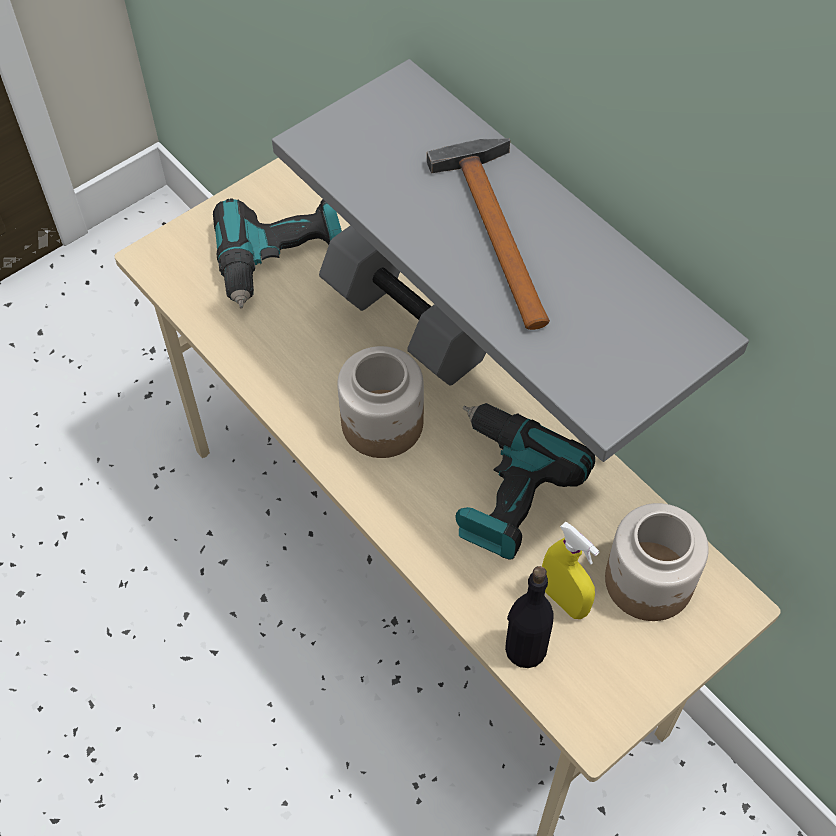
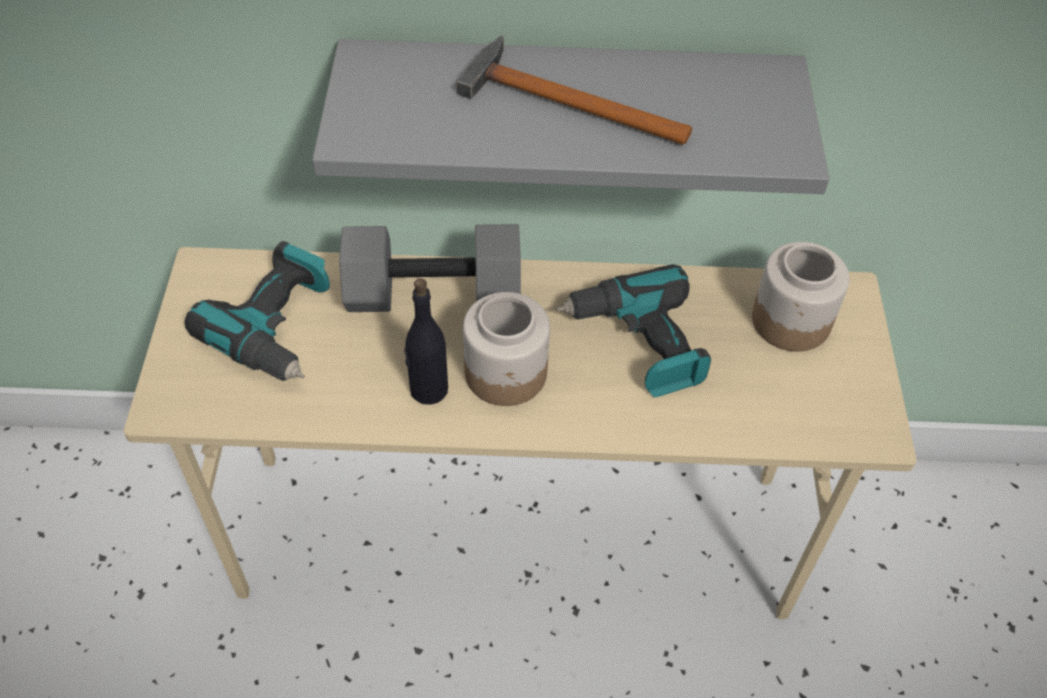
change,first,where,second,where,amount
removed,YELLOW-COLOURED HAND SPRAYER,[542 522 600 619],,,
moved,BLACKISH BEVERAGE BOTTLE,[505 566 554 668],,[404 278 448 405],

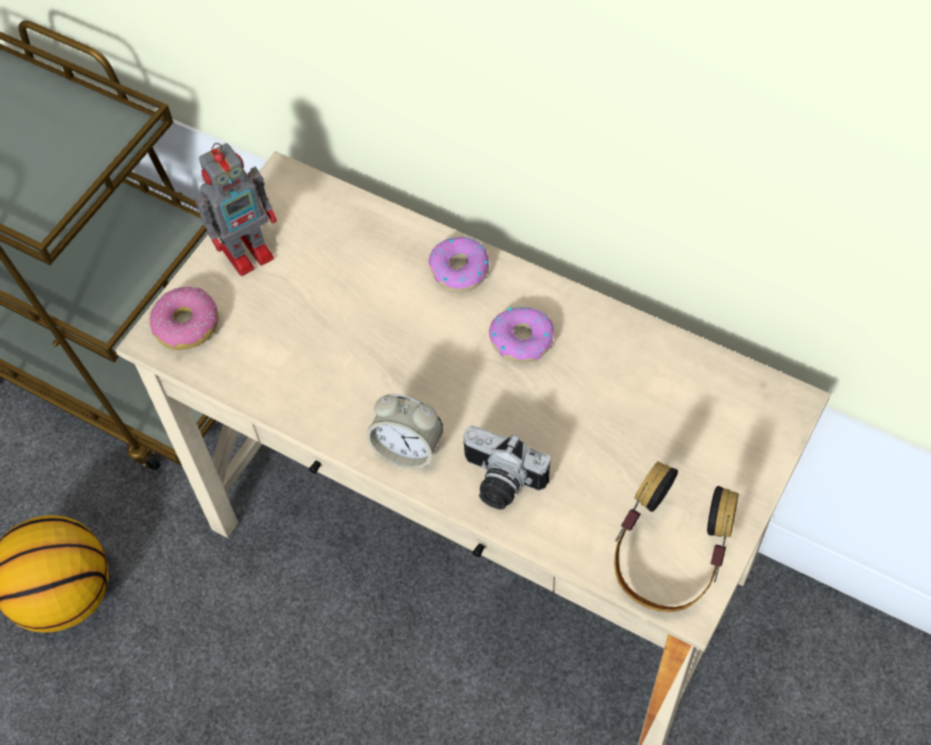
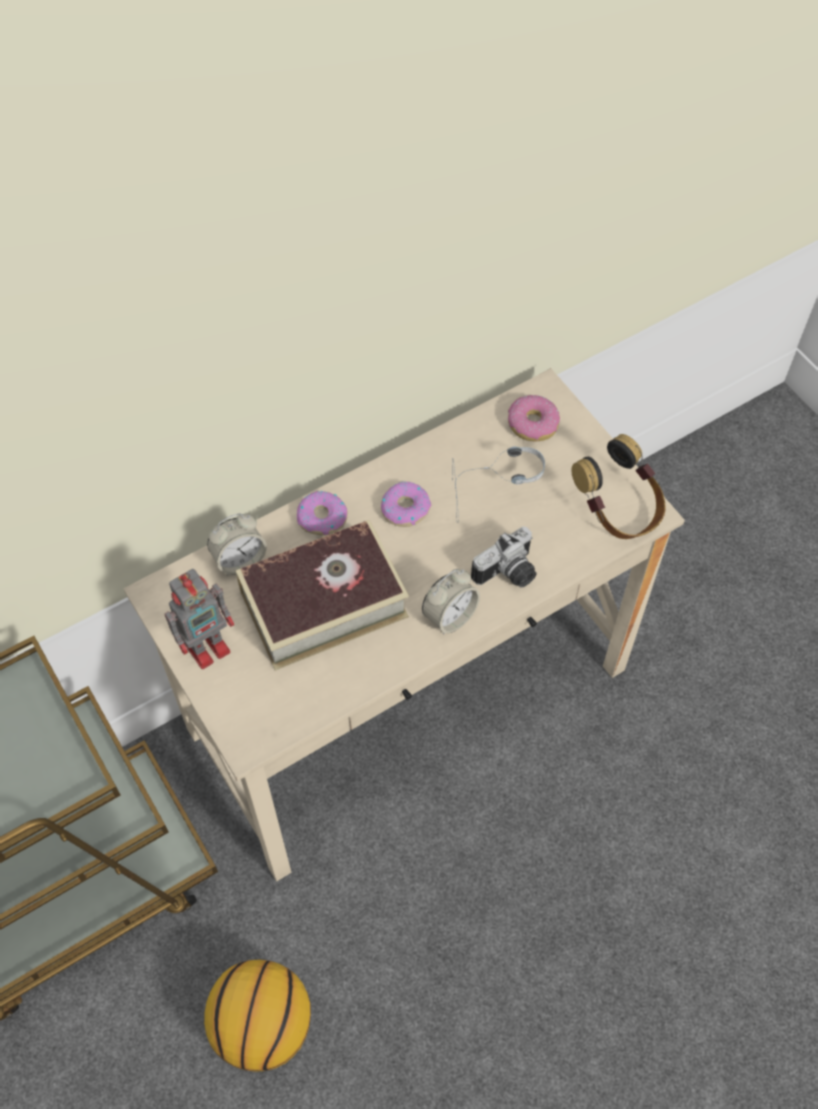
change,first,where,second,where,amount
turned,MODEL ROBOT,[195 143 277 276],,[165 569 234 669],60 degrees clockwise
moved,RING DOUGHNUT,[150 287 219 350],,[508 395 560 441],
added,,,PAIR OF HEADPHONES,[452 447 545 523],
added,,,TABLE CLOCK,[207 513 267 576],
added,,,BOUND BOOK,[235 520 409 671],

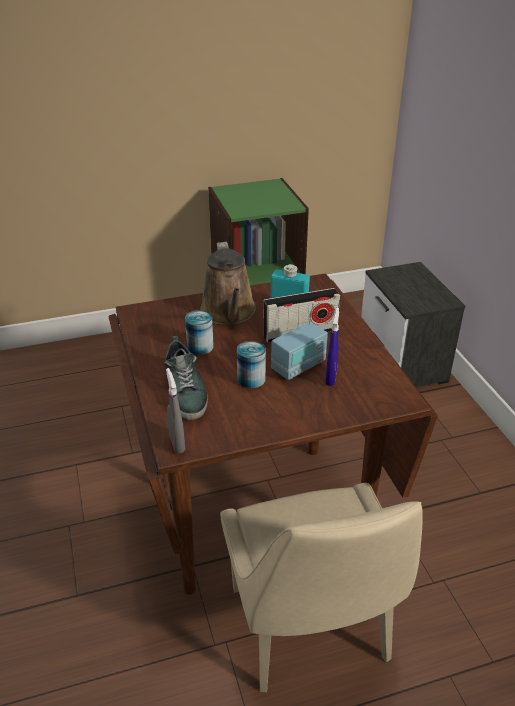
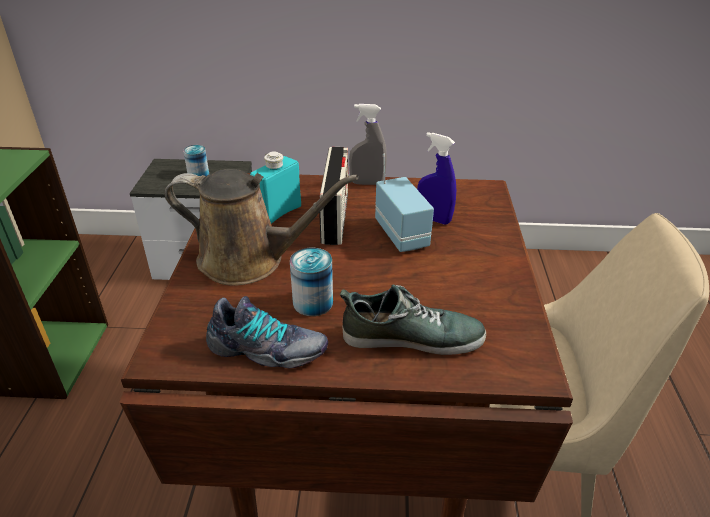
change,first,where,second,where,amount
moved,METAL CAN,[237 341 266 388],,[183 145 209 176],
moved,GREYISH HAND SPRAYER,[166 368 185 454],,[349 104 387 185],
added,,,SHOE,[206 296 328 368],

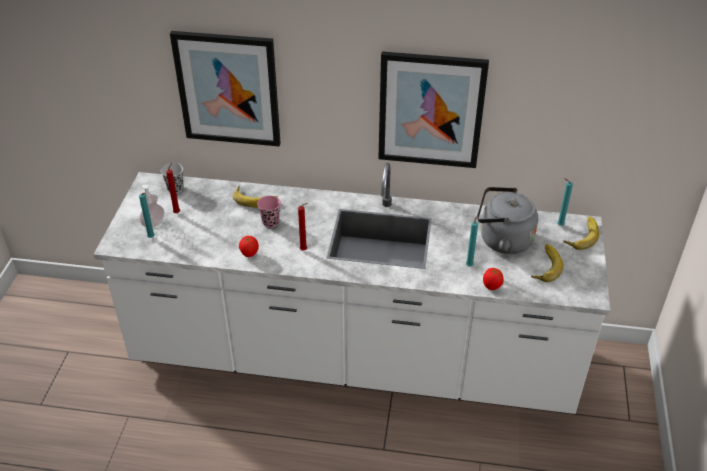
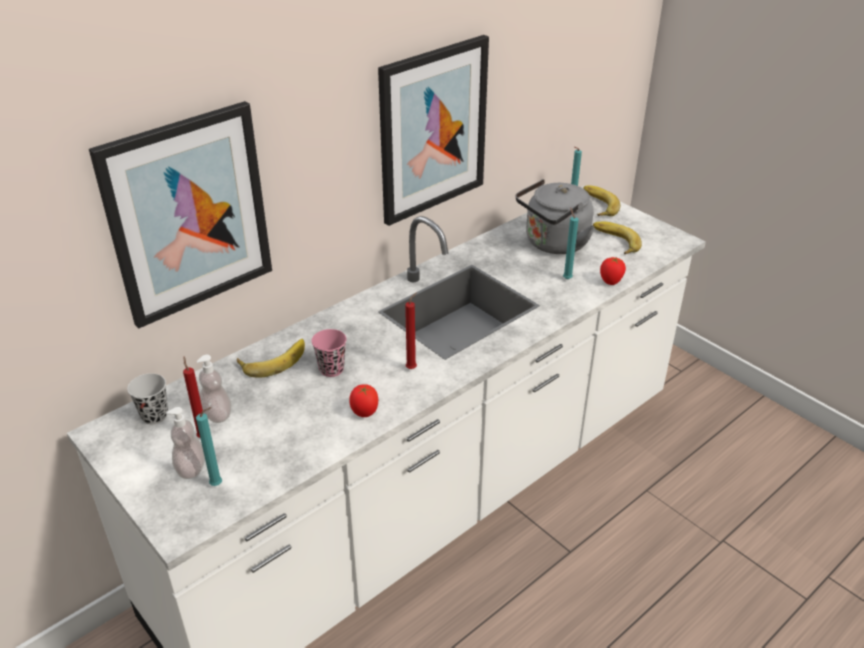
change,first,where,second,where,amount
added,,,LIQUID SOAP BOTTLE,[197 355 231 423],

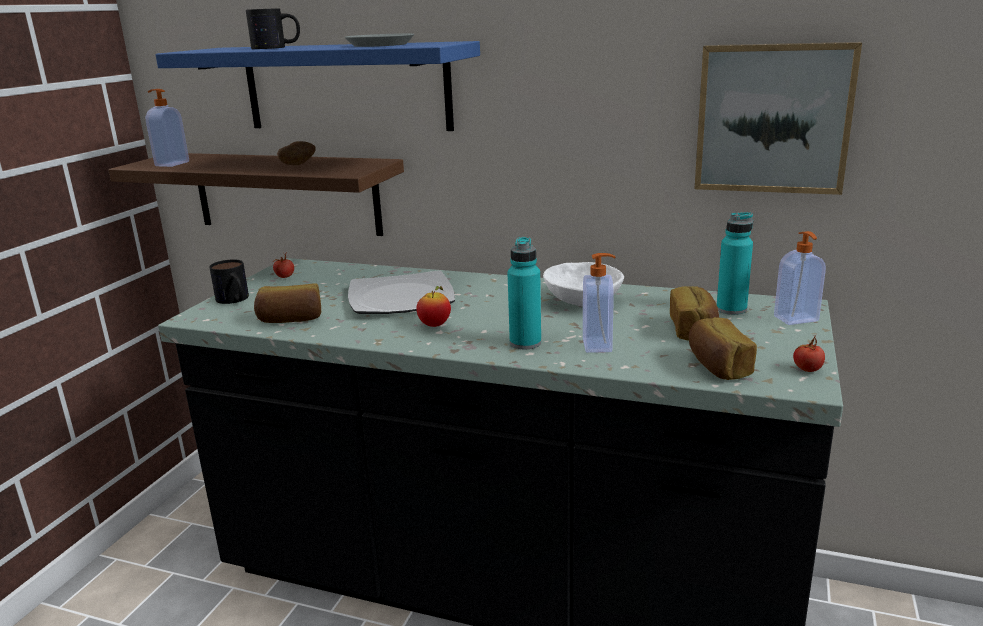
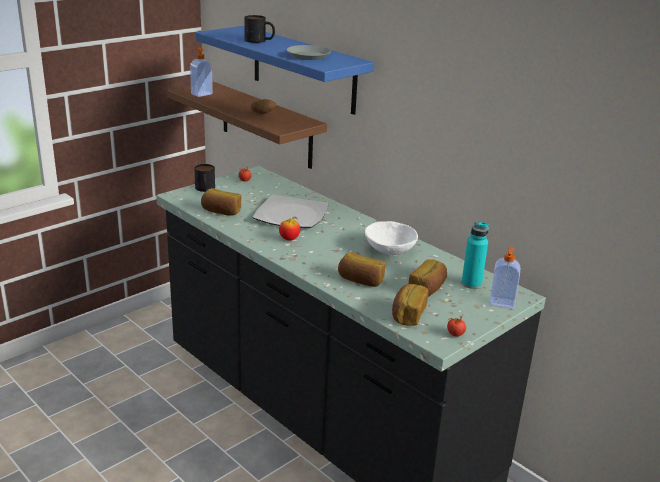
change,first,where,second,where,amount
removed,WALL PICTURE,[695 42 862 195],,,
removed,BLUE-GREEN BEVERAGE BOTTLE,[507 237 541 349],,,
replaced,LIQUID SOAP BOTTLE,[583 253 615 353],BAKED BREAD,[338 252 386 287],

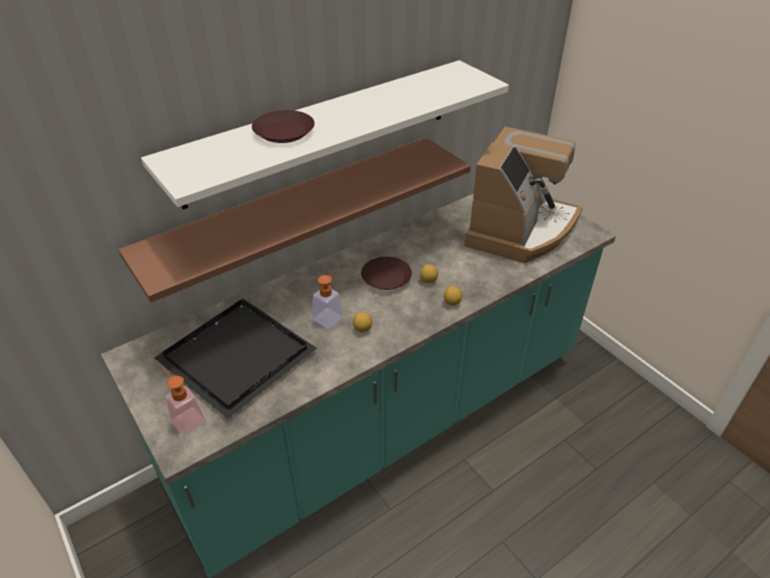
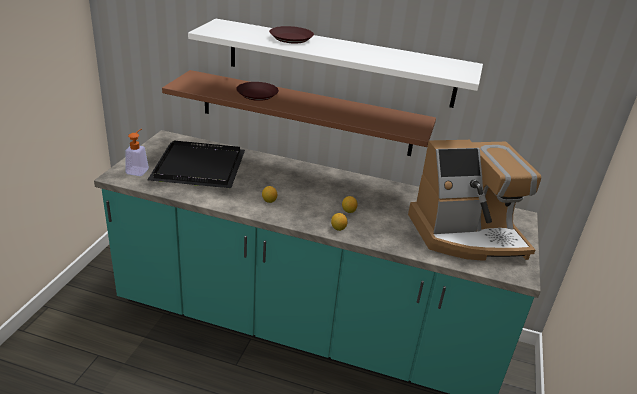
change,first,where,second,where,amount
moved,BROWN-COLOURED DINNER PLATE,[361 257 412 290],,[236 82 279 101],
removed,LIQUID SOAP BOTTLE,[312 268 343 329],,,

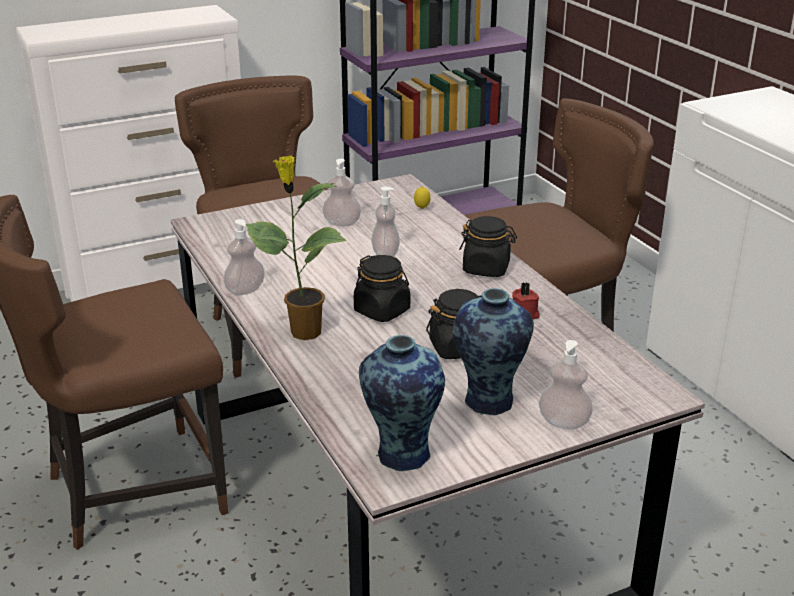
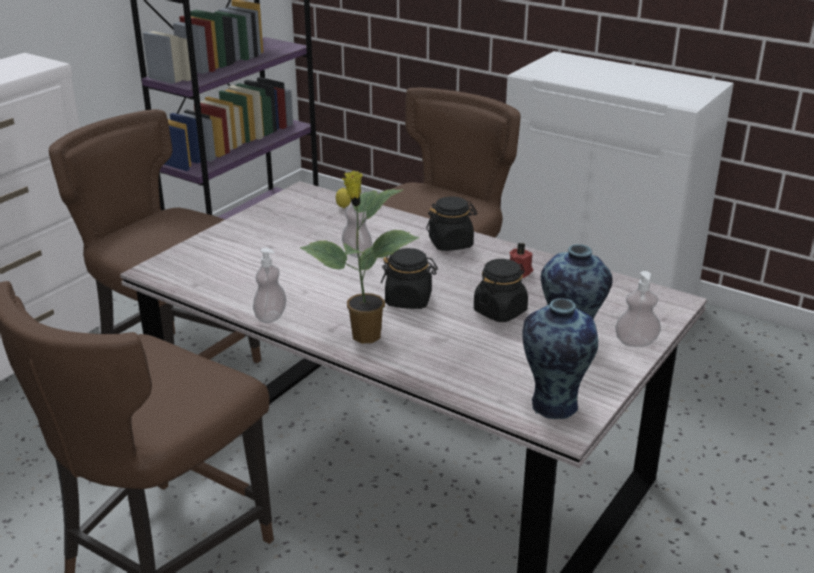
change,first,where,second,where,amount
removed,LIQUID SOAP BOTTLE,[322 159 361 226],,,

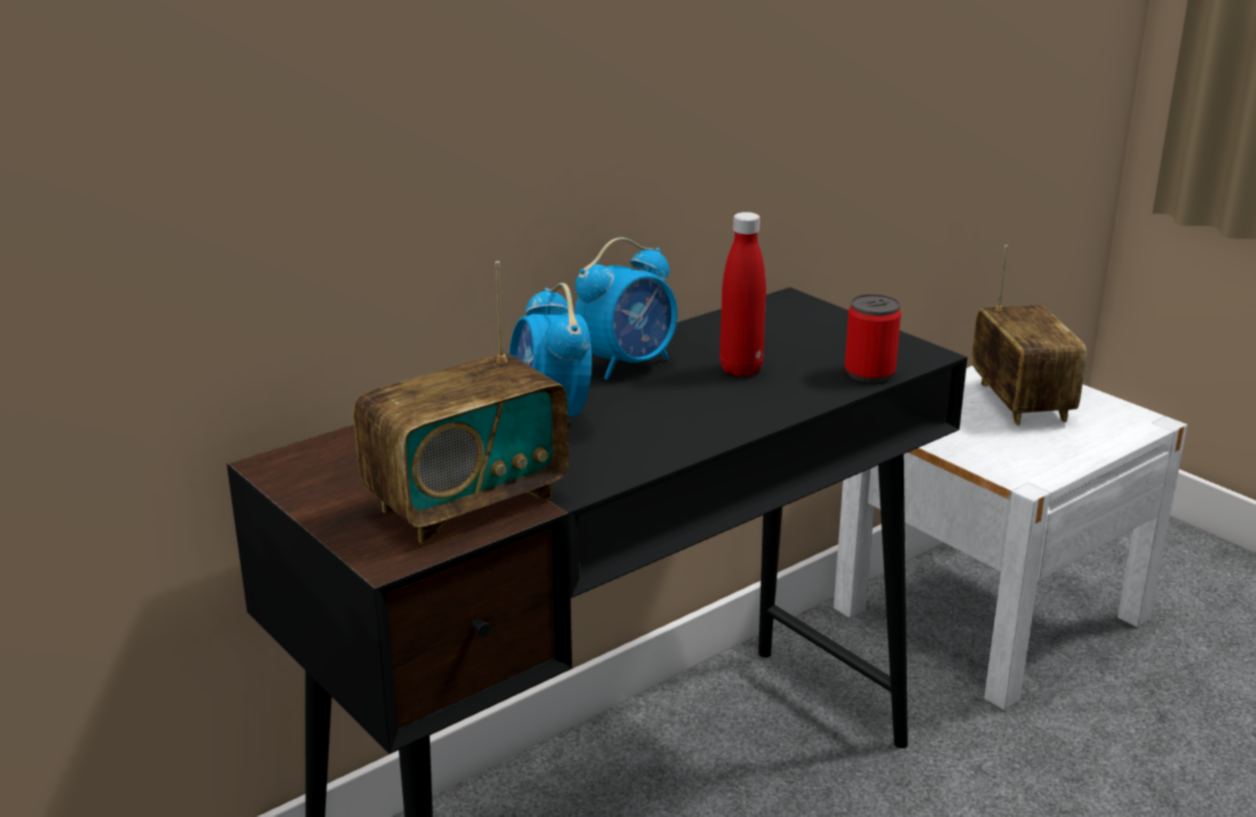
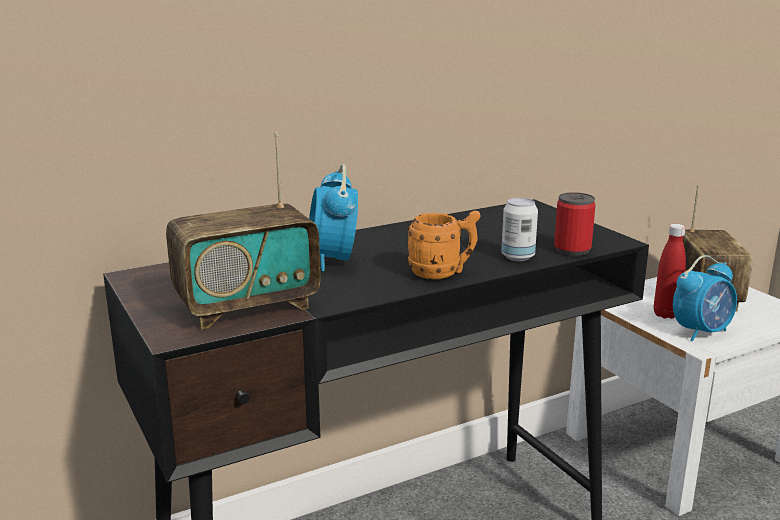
change,first,where,second,where,amount
moved,RED BEVERAGE BOTTLE,[720 212 766 377],,[654 224 686 319],
moved,TABLE CLOCK,[575 237 678 380],,[673 255 737 342],
added,,,METAL CAN,[501 198 538 261],
added,,,ORANGEY MUG,[407 211 480 279],

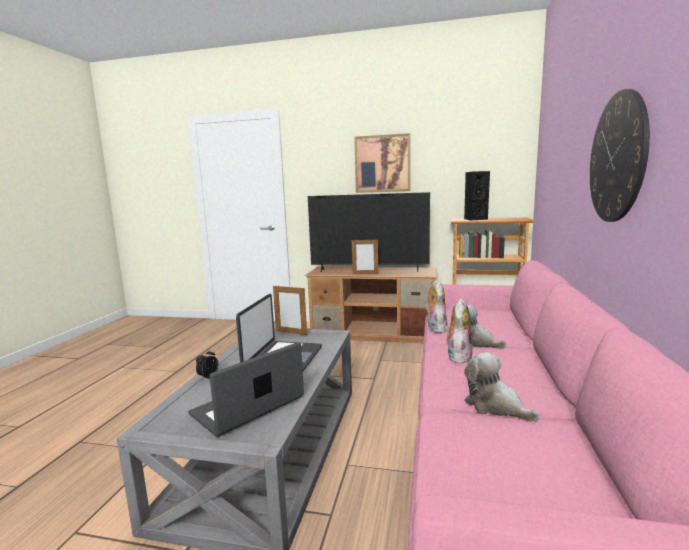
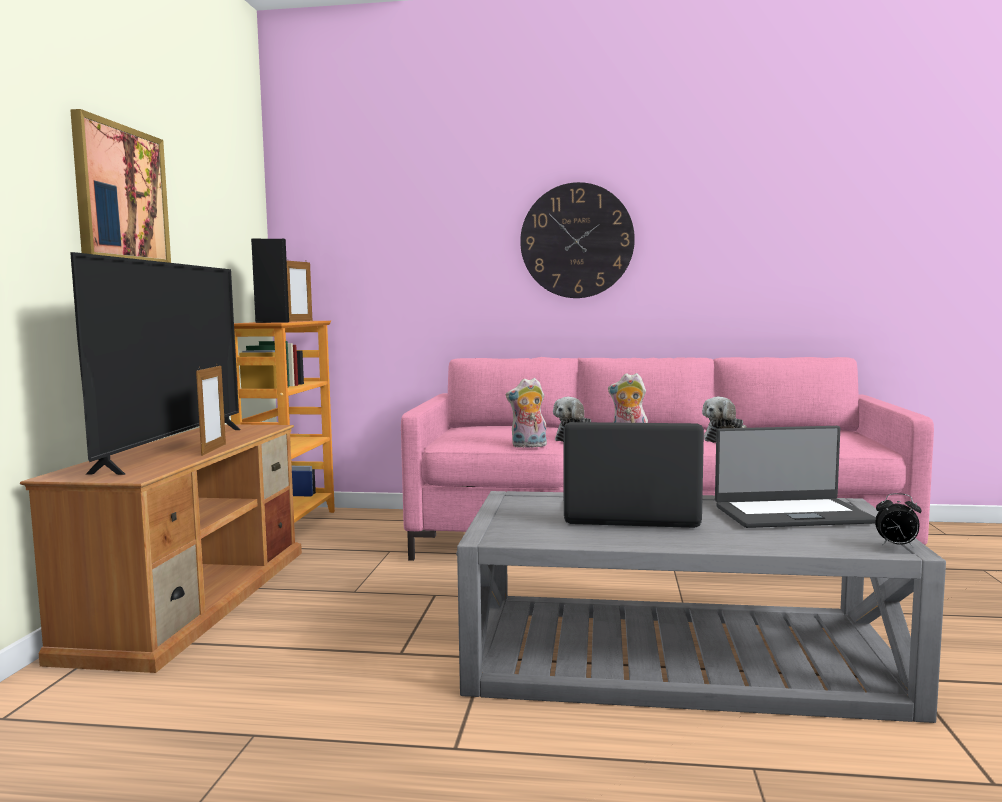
change,first,where,second,where,amount
moved,PHOTO FRAME,[273 285 307 335],,[287 258 312 322],
turned,LAPTOP,[188 342 304 437],,[715 426 876 528],45 degrees counterclockwise
moved,TABLE CLOCK,[196 349 218 379],,[875 493 922 547],

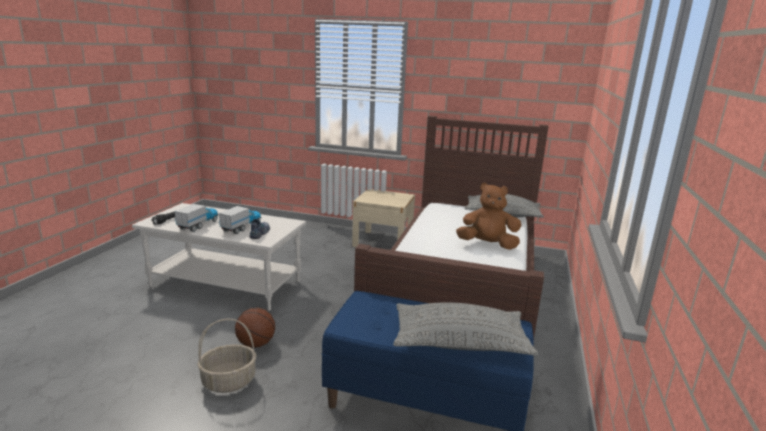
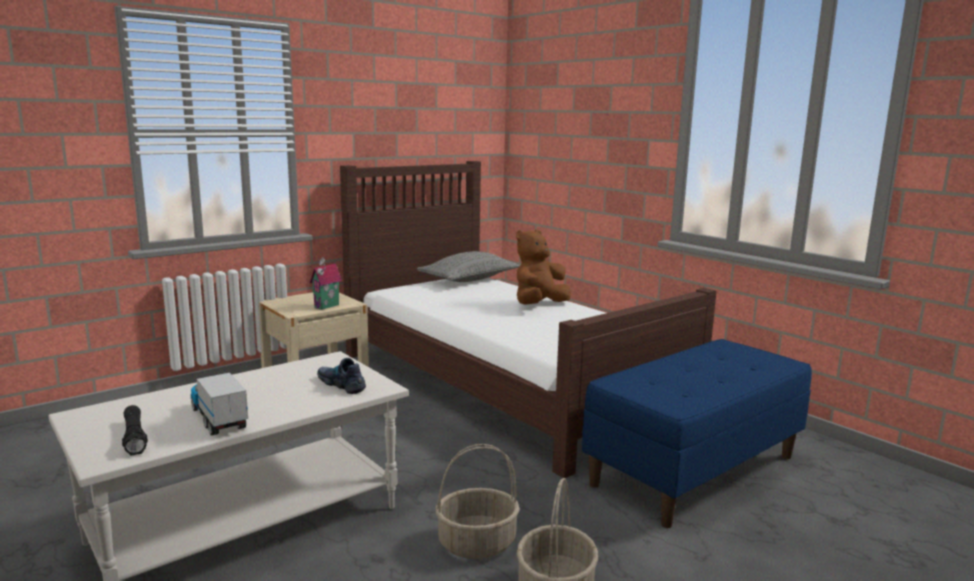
change,first,where,second,where,amount
removed,TOY TRUCK,[219 206 261 234],,,
removed,GREYISH THROW PILLOW,[393 302 538 356],,,
replaced,BASKETBALL BALL,[235 308 275 348],BASKET,[436 444 520 559],
added,,,MODEL HOUSE,[310 257 342 310],

